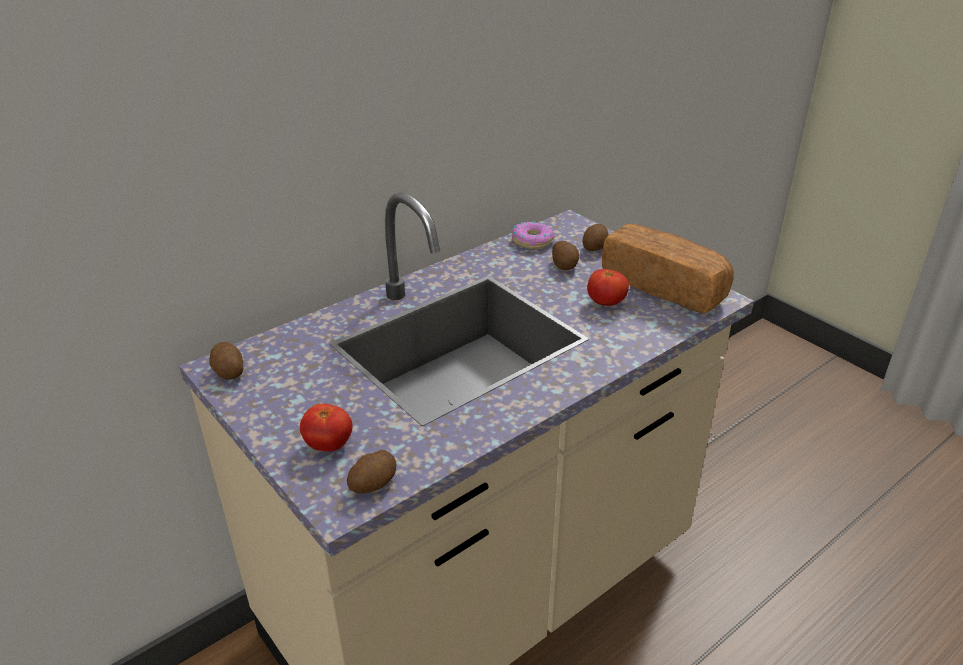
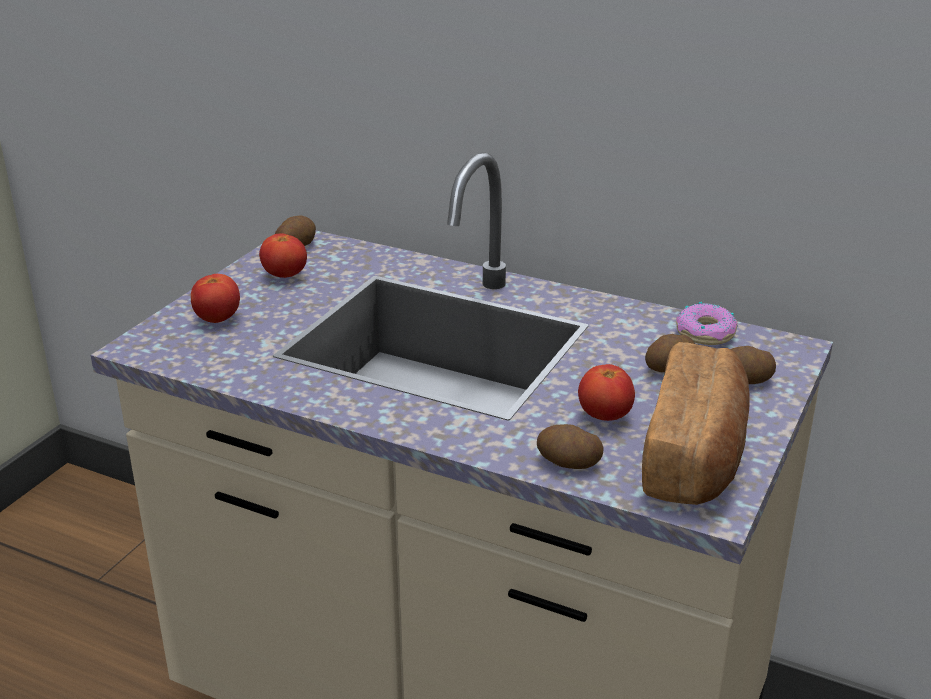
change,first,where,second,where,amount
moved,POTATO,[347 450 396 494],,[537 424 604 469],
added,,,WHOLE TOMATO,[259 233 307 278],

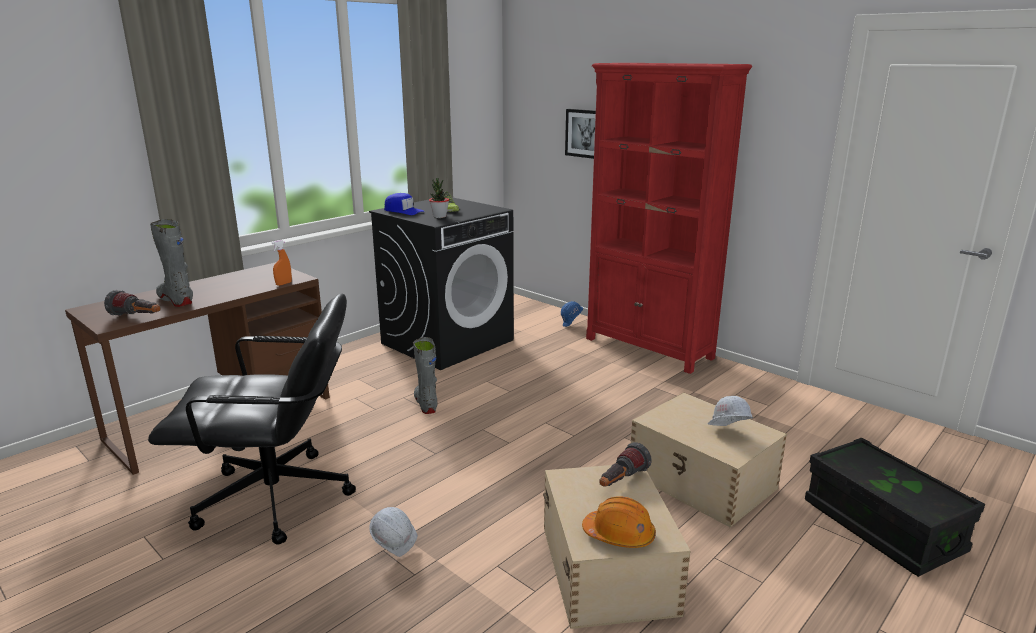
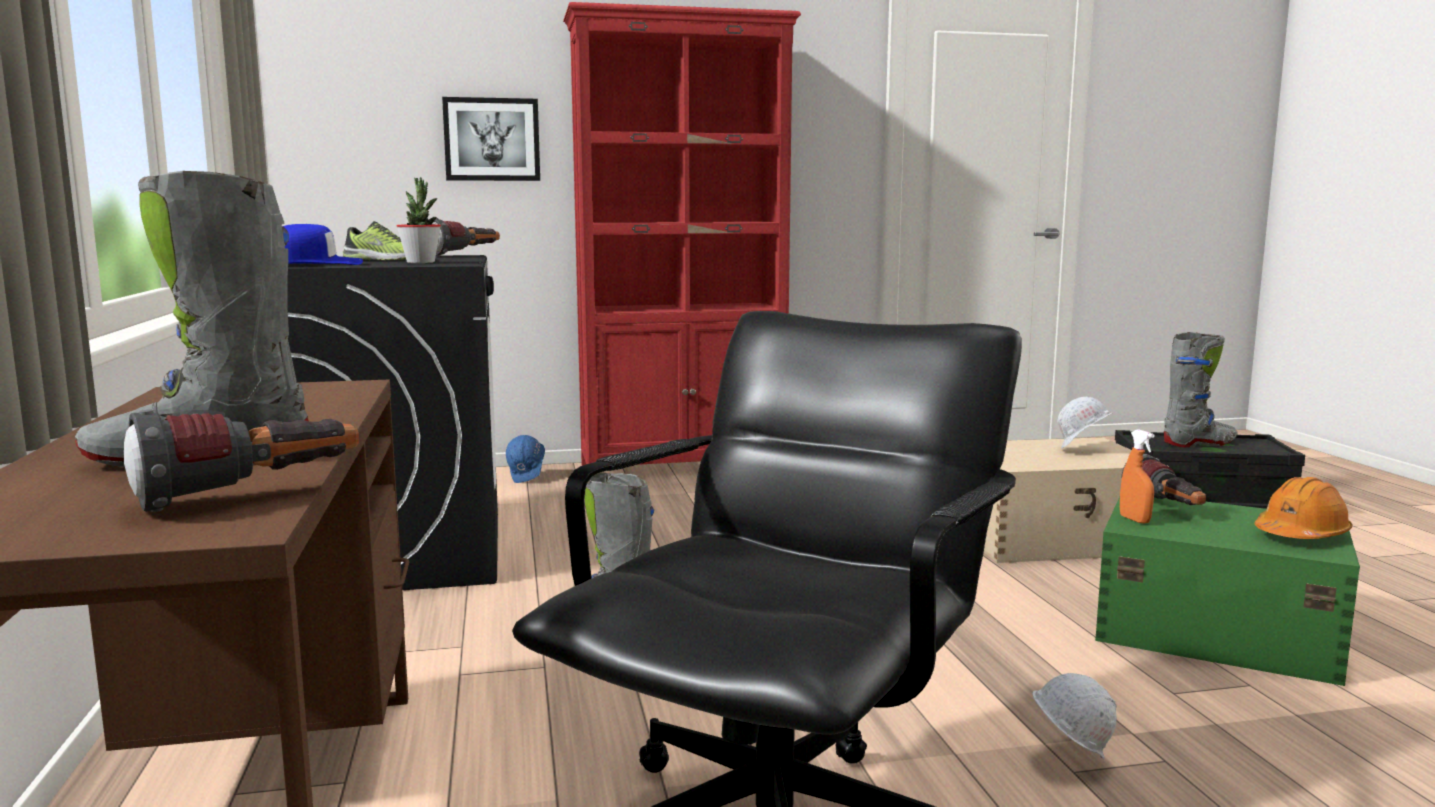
change,first,where,second,where,amount
moved,ORANGEY HAND SPRAYER,[272 240 292 286],,[1120 429 1155 524],
recoloured,BEIGE STORAGE CONTAINER,[543 465 690 629],GREENISH STORAGE CONTAINER,[1095 497 1360 686],
added,,,HAND TORCH,[432 218 500 257],
added,,,GREYISH BOOT,[1164 332 1238 448],

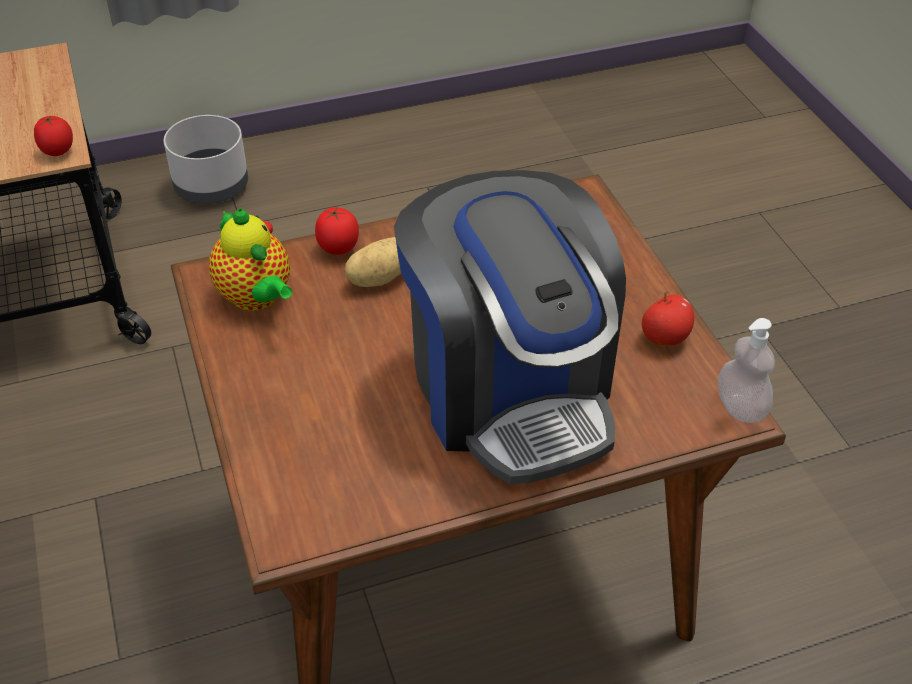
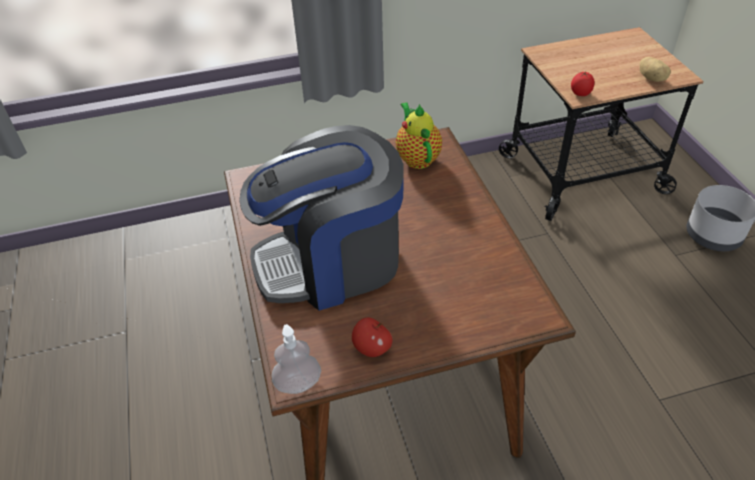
change,first,where,second,where,amount
removed,WHOLE TOMATO,[315 207 359 255],,,
turned,TEAPOT,[209 208 292 311],,[396 102 442 169],105 degrees clockwise
moved,POTATO,[345 237 401 287],,[640 57 671 82],

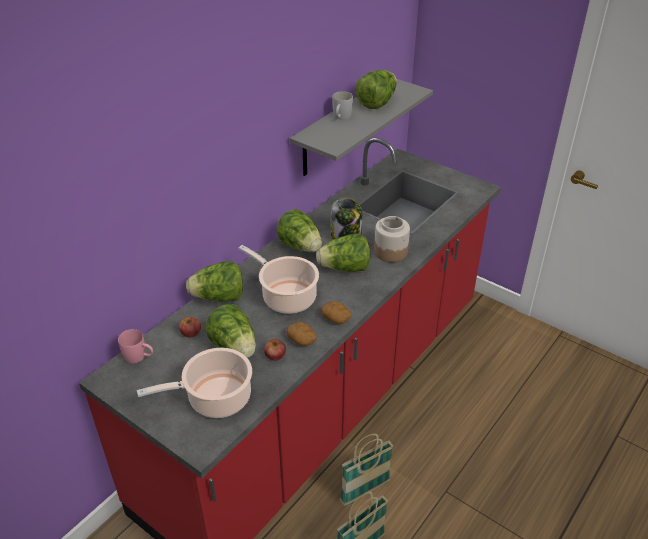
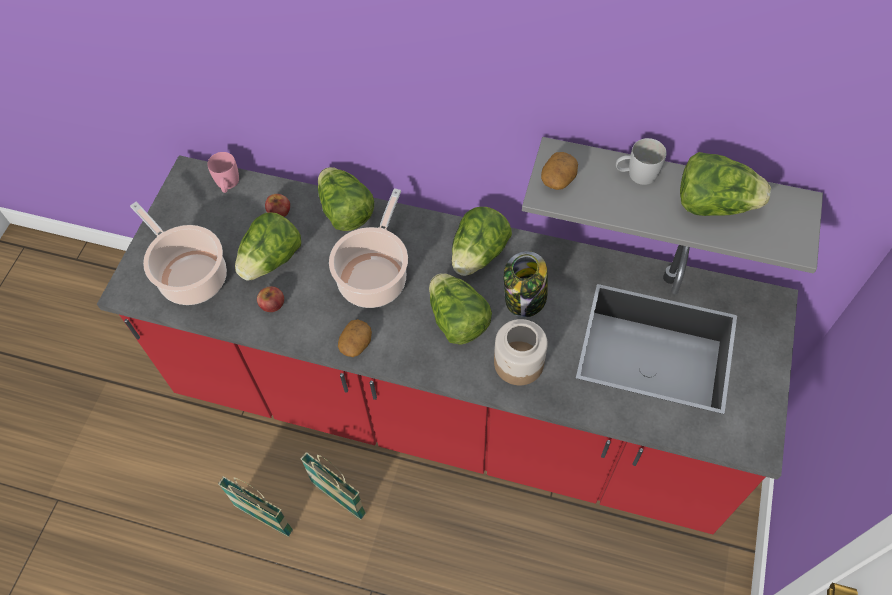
change,first,where,second,where,amount
moved,POTATO,[286 322 317 346],,[541 152 578 190],

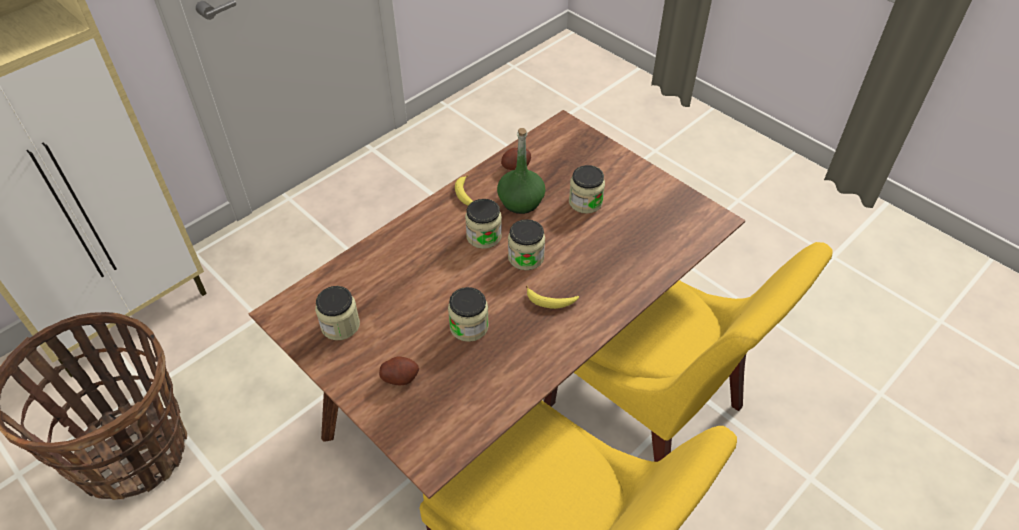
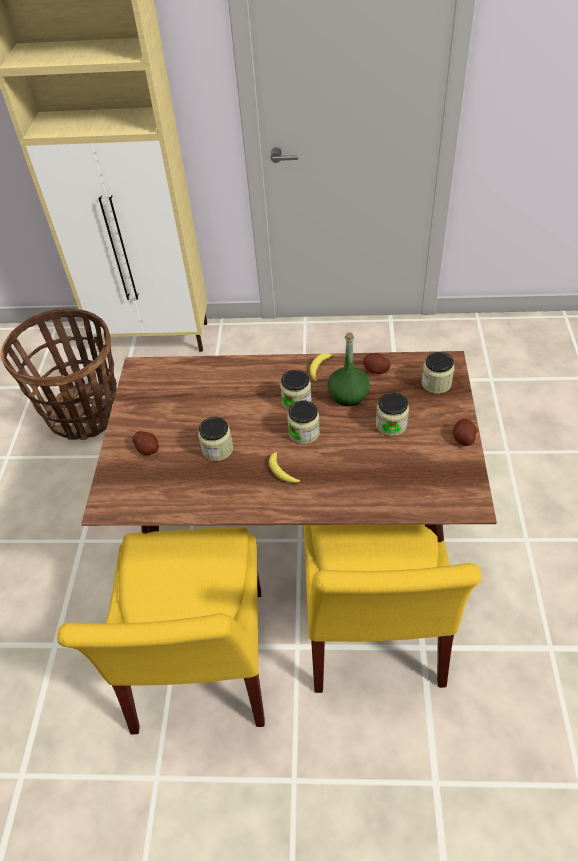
change,first,where,second,where,amount
moved,PRESERVE JAR,[315 286 360 340],,[422 352 454 394],
added,,,POTATO,[453 419 477 446],

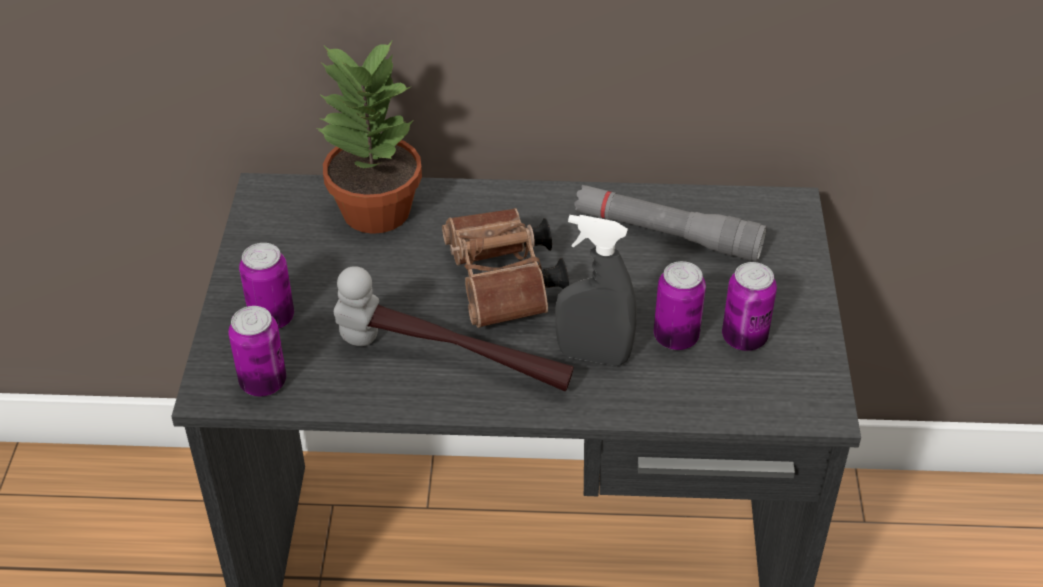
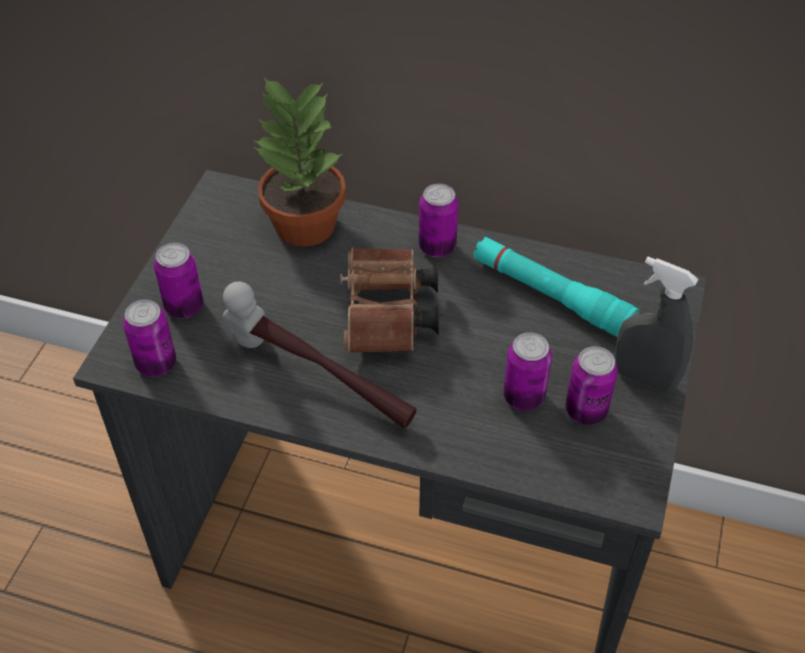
change,first,where,second,where,amount
recoloured,GREYISH HAND TORCH,[574 185 767 261],BLUE-GREEN HAND TORCH,[473 237 639 337],
moved,GREYISH HAND SPRAYER,[555 215 637 366],,[615 256 698 393],
added,,,METAL CAN,[419 184 459 257],

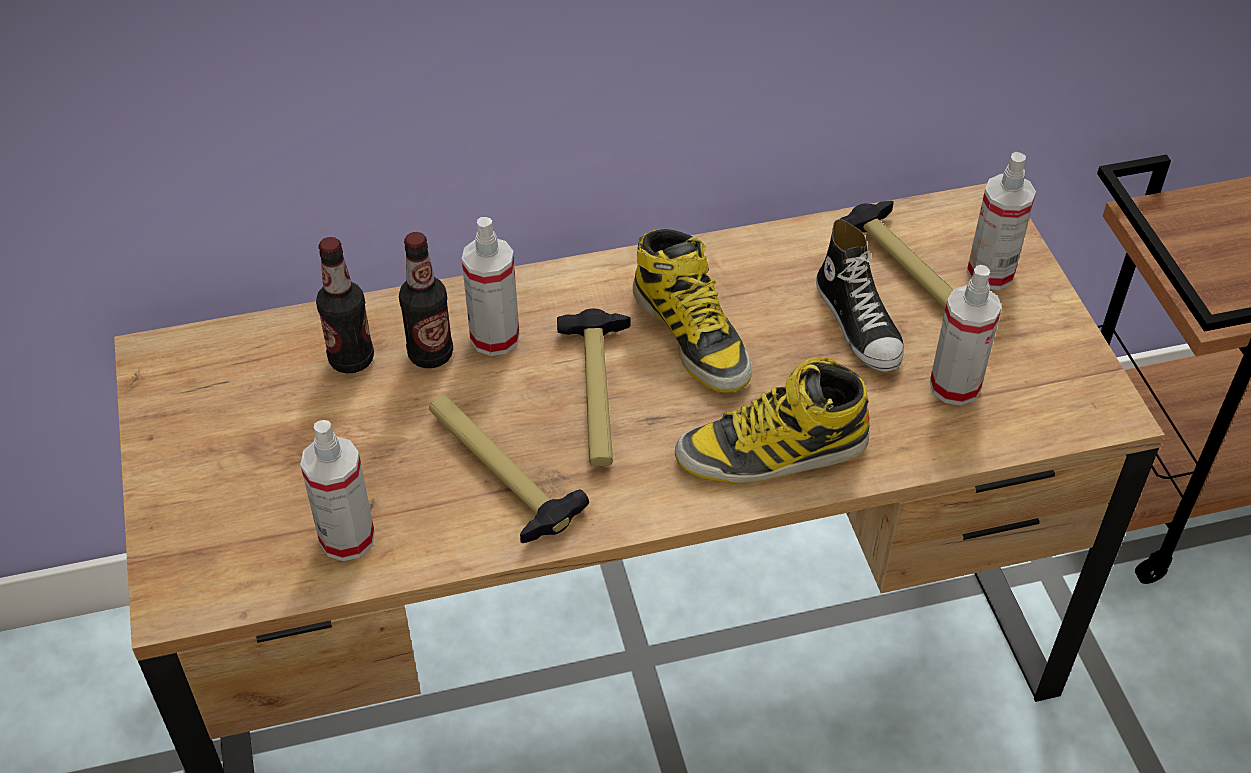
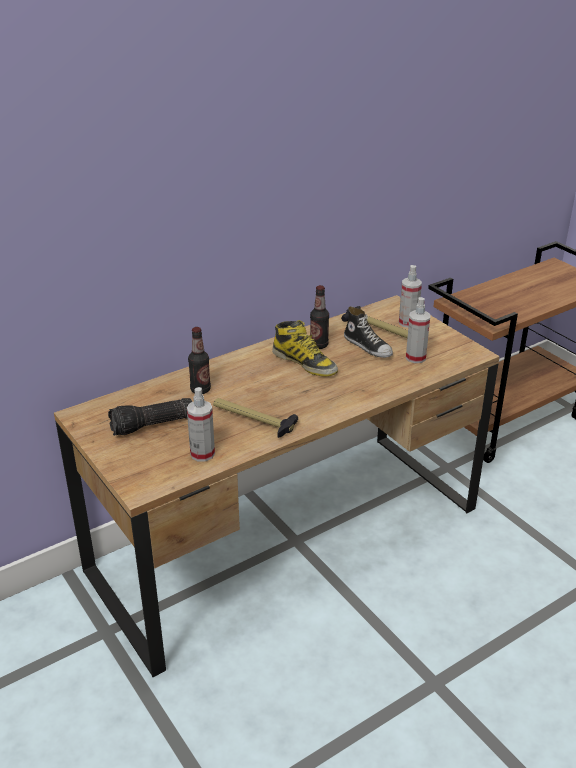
change,first,where,second,where,amount
removed,HAND SPRAYER,[462 217 519 356],,,
moved,BEVERAGE BOTTLE,[316 237 374 374],,[310 285 329 349],
removed,HAND HAMMER,[557 308 630 466],,,
removed,BOOT,[675 357 870 484],,,
added,,,HAND TORCH,[108 398 192 436],

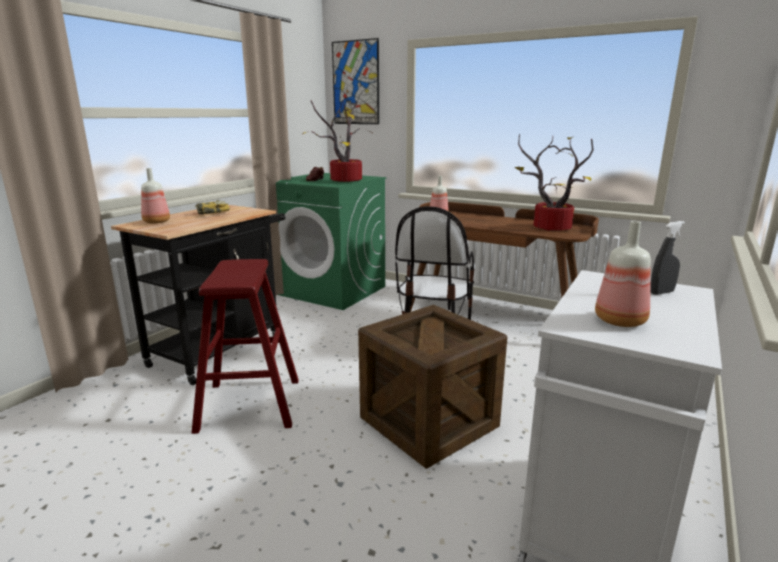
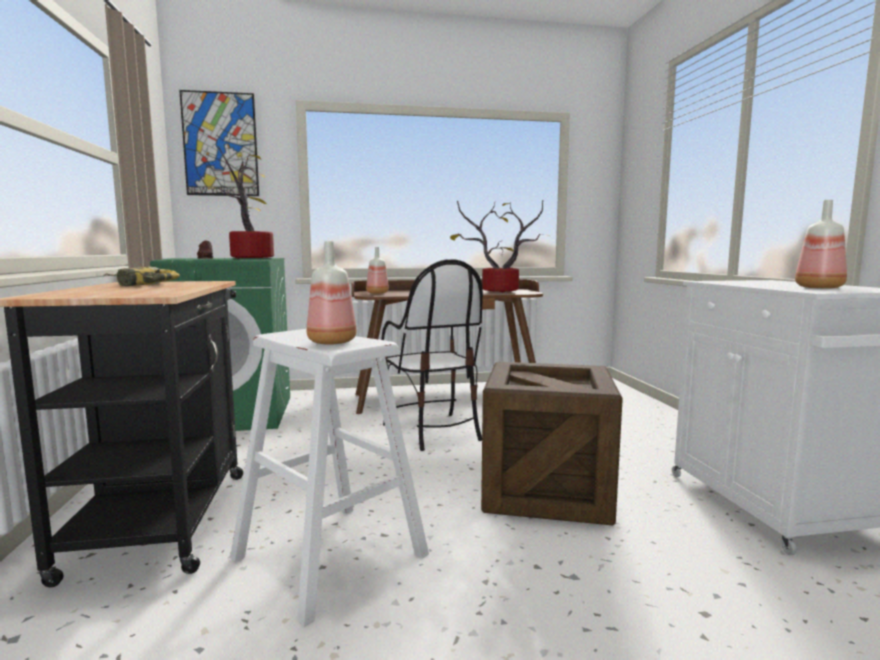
change,first,where,second,where,amount
moved,BEVERAGE BOTTLE,[141 168 170 223],,[307 241 356 345],
removed,GREYISH HAND SPRAYER,[650 221 685 295],,,
recoloured,RED STOOL,[192 259 299 434],WHITE-COLOURED STOOL,[230 329 429 627],

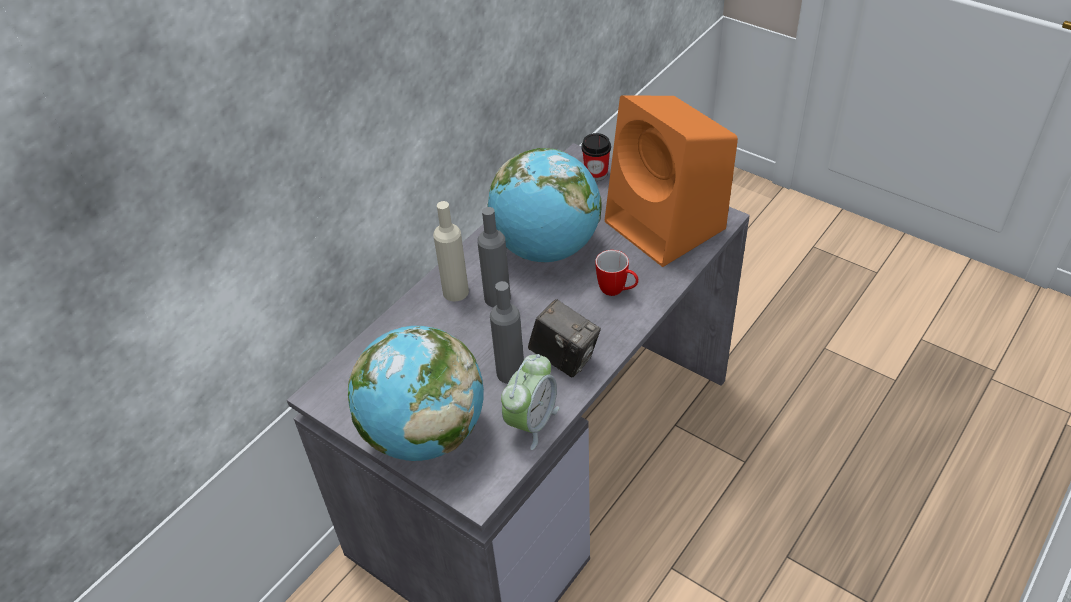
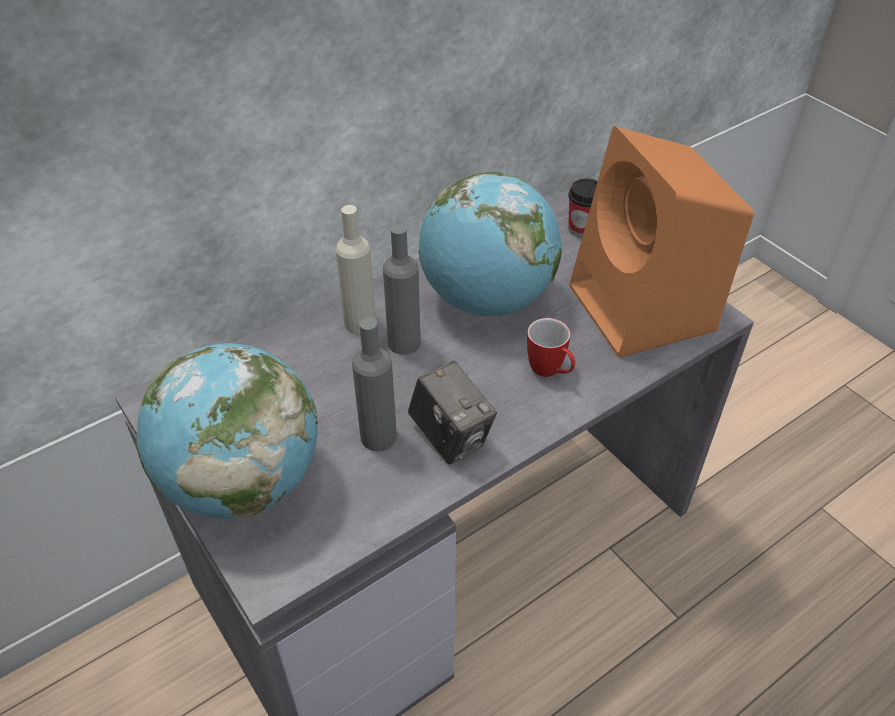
change,first,where,second,where,amount
removed,TABLE CLOCK,[501 354 559 450],,,

